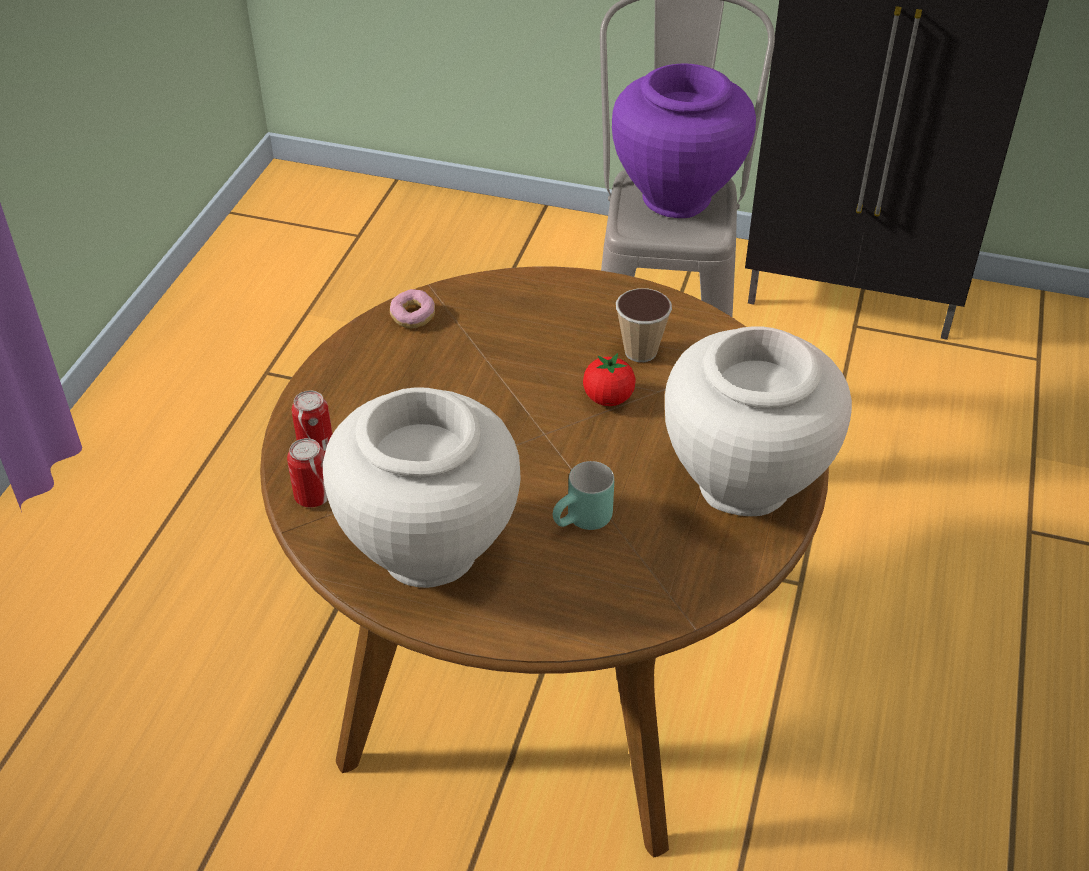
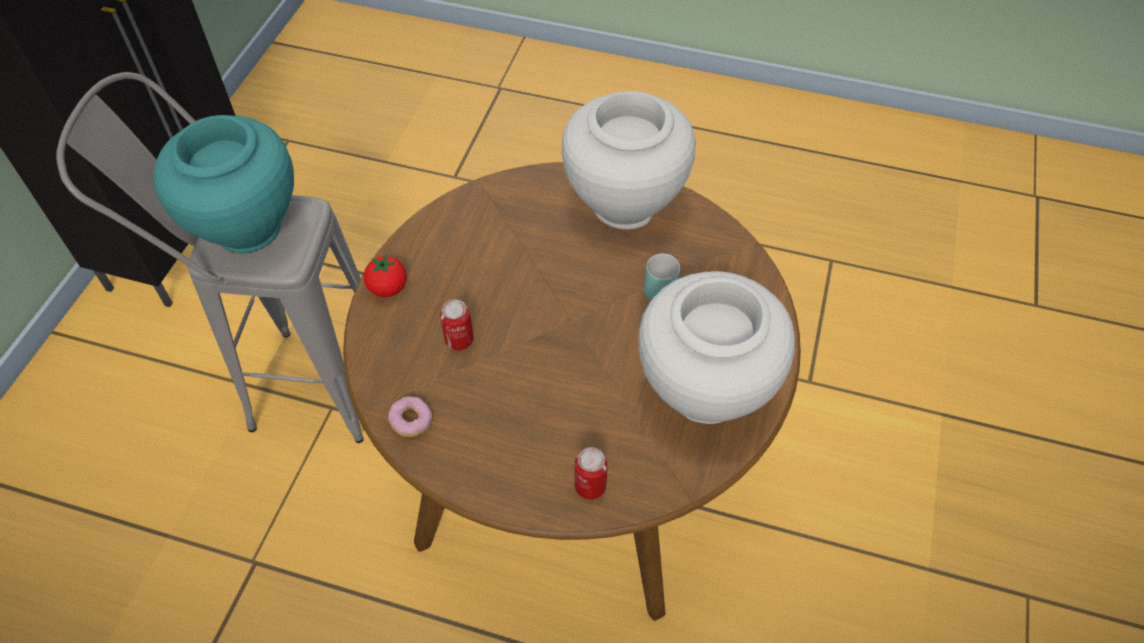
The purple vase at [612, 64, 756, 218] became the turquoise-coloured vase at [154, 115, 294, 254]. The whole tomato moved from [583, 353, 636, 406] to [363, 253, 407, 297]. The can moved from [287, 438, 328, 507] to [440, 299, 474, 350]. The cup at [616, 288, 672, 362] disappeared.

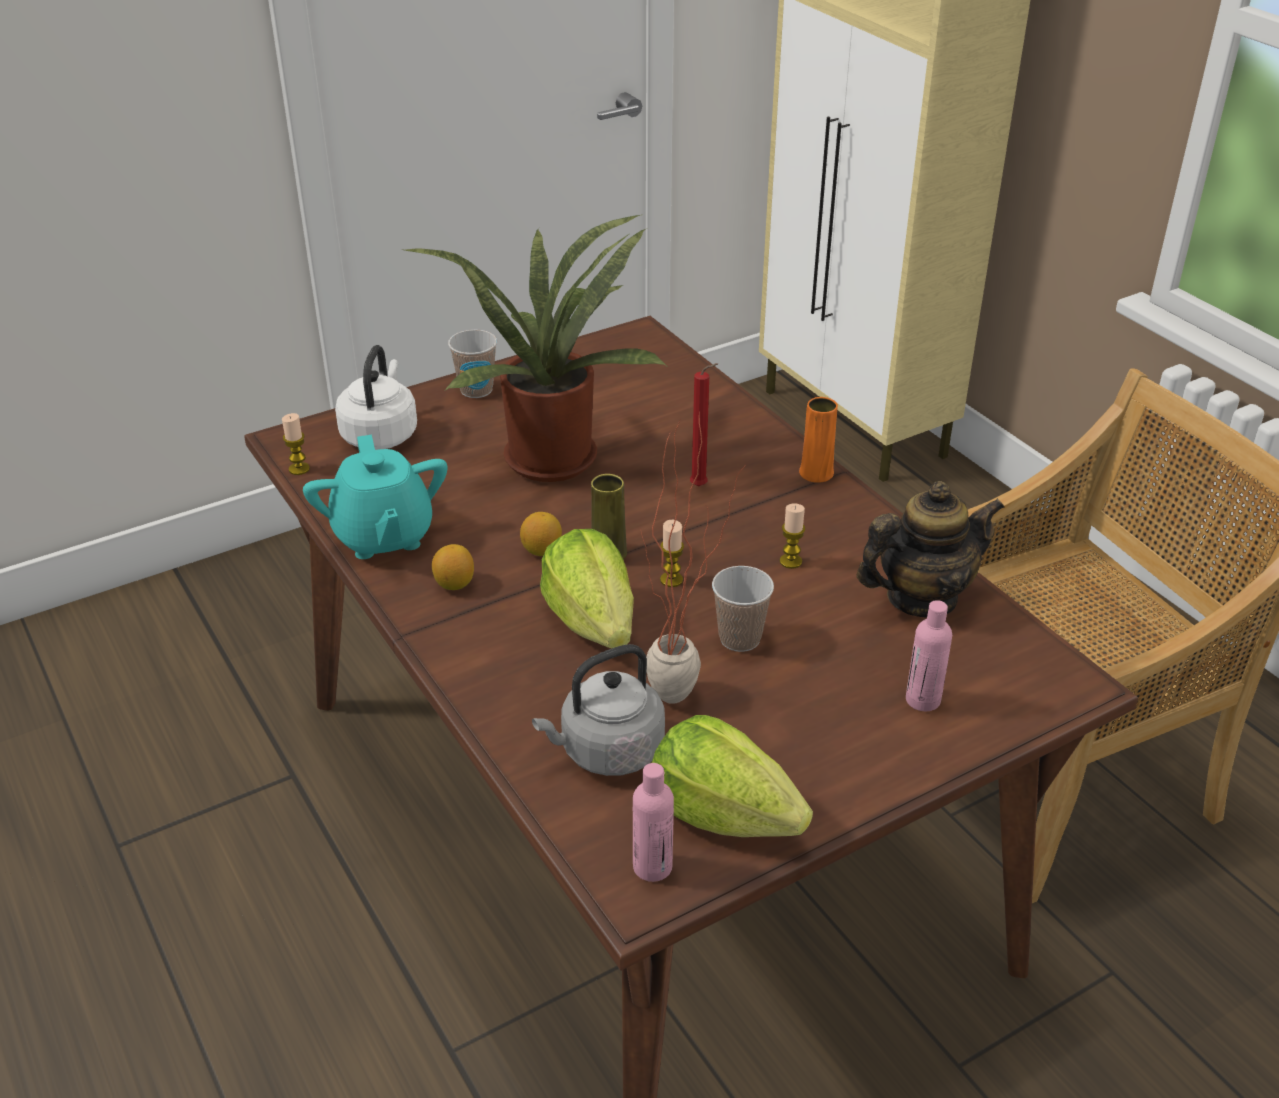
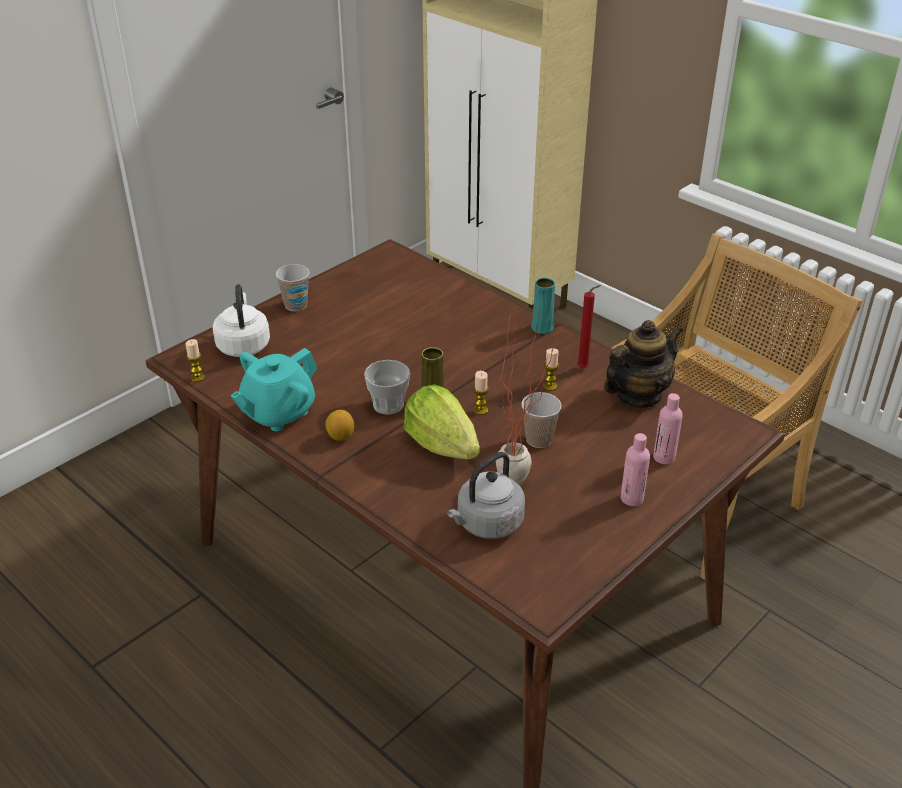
The turquoise-coloured teapot at [303, 435, 447, 559] turned 75 degrees clockwise. The lemon at [520, 512, 562, 556] was replaced by the cup at [364, 360, 410, 415]. The orange-coloured vase at [799, 397, 838, 483] became the turquoise-coloured vase at [531, 278, 555, 334]. The red-coloured wax light moved from [690, 363, 718, 487] to [577, 285, 601, 369]. The pink-coloured drink bottle moved from [633, 763, 674, 882] to [621, 433, 650, 506]. The plant in a pot at [402, 215, 669, 482] disappeared. The lettuce head at [652, 715, 813, 837] disappeared.

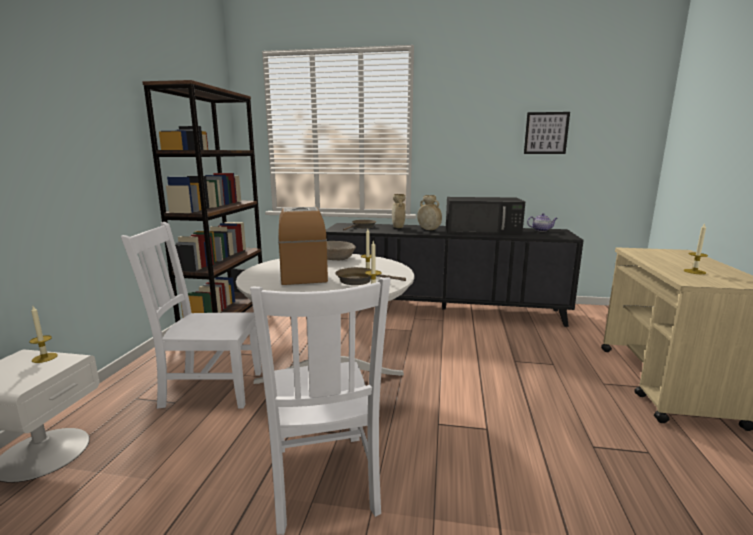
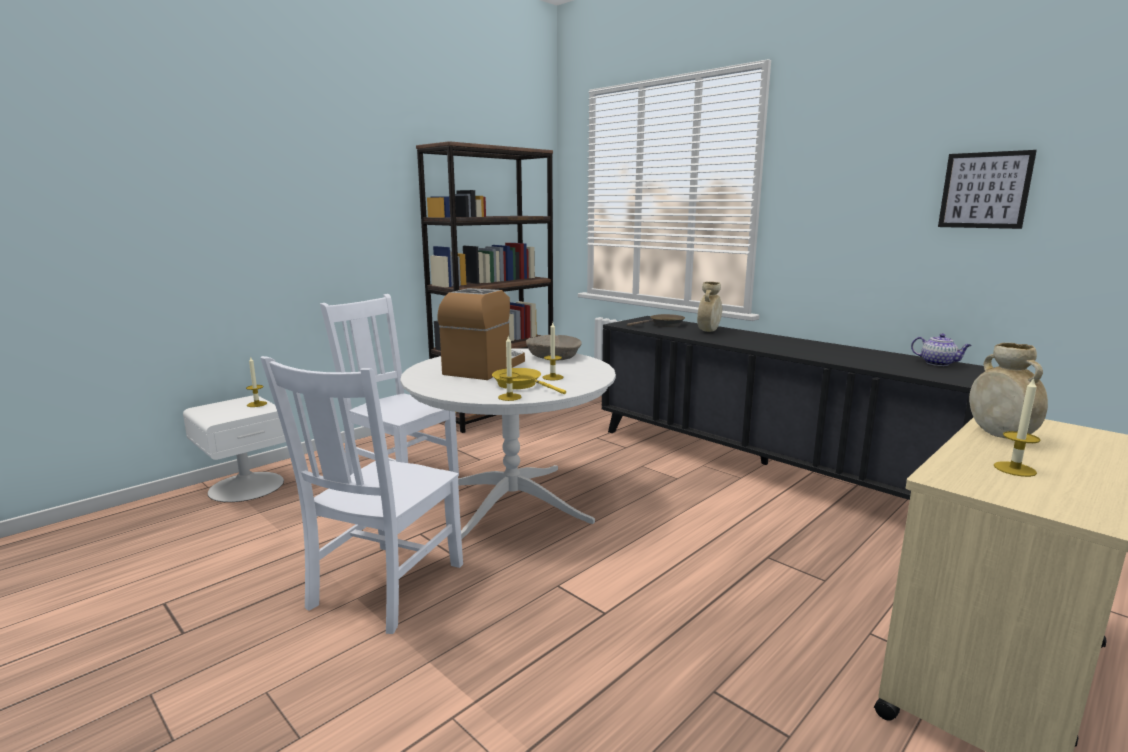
The brownish skillet at [335, 267, 406, 285] became the yellow-coloured skillet at [492, 368, 566, 394]. The beige vase moved from [417, 195, 442, 230] to [969, 343, 1048, 438]. The blackish microwave oven at [446, 197, 525, 236] disappeared.

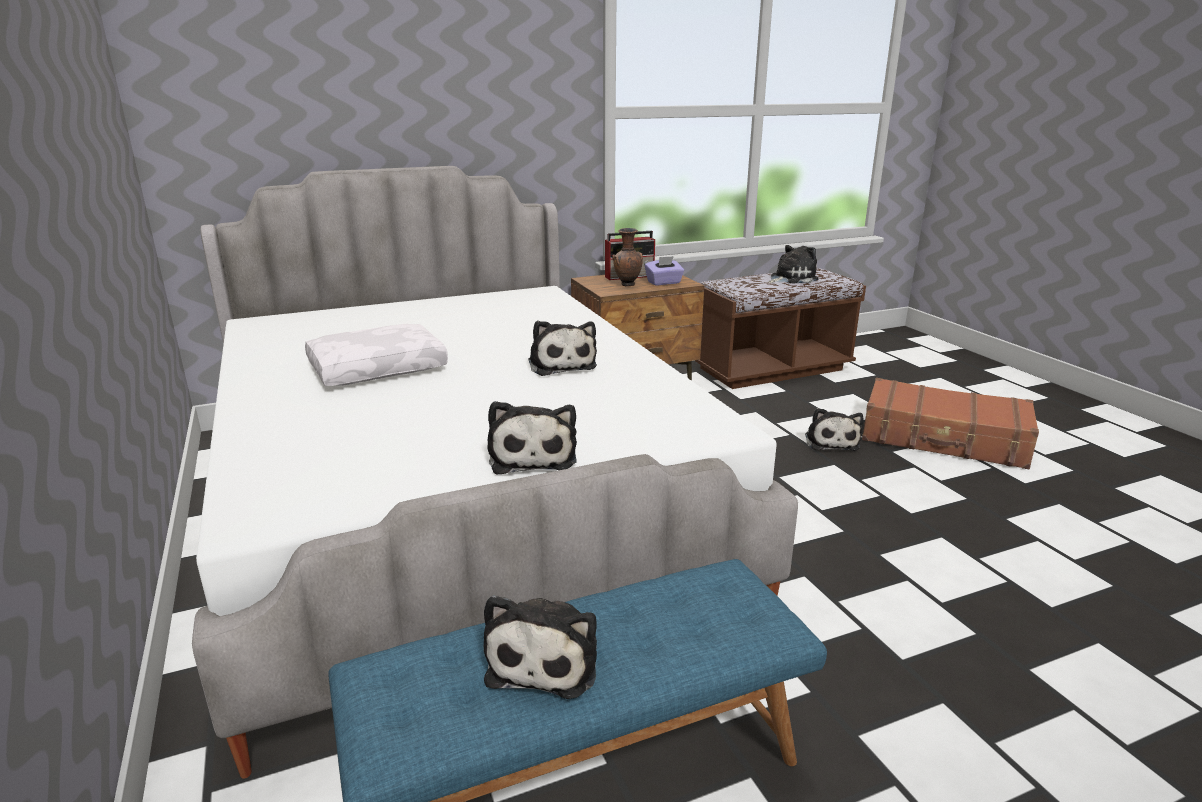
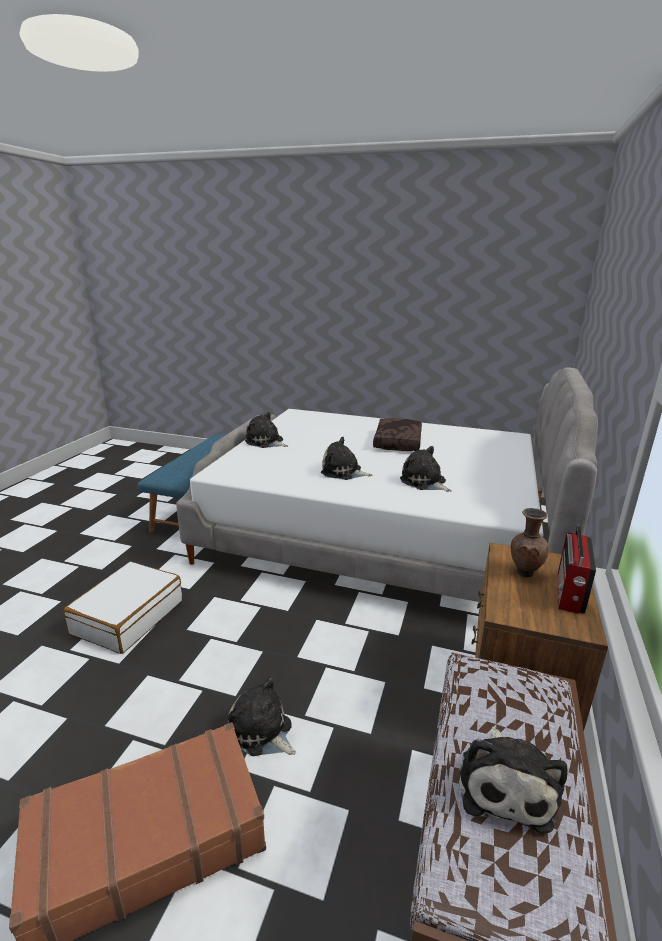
The white piece of luggage at [64, 561, 182, 654] appeared. The white pillow at [305, 324, 448, 386] became the brownish pillow at [373, 418, 422, 451]. The soft toy moved from [484, 595, 597, 699] to [400, 446, 452, 492]. The purple tissue box at [645, 256, 685, 285] disappeared.

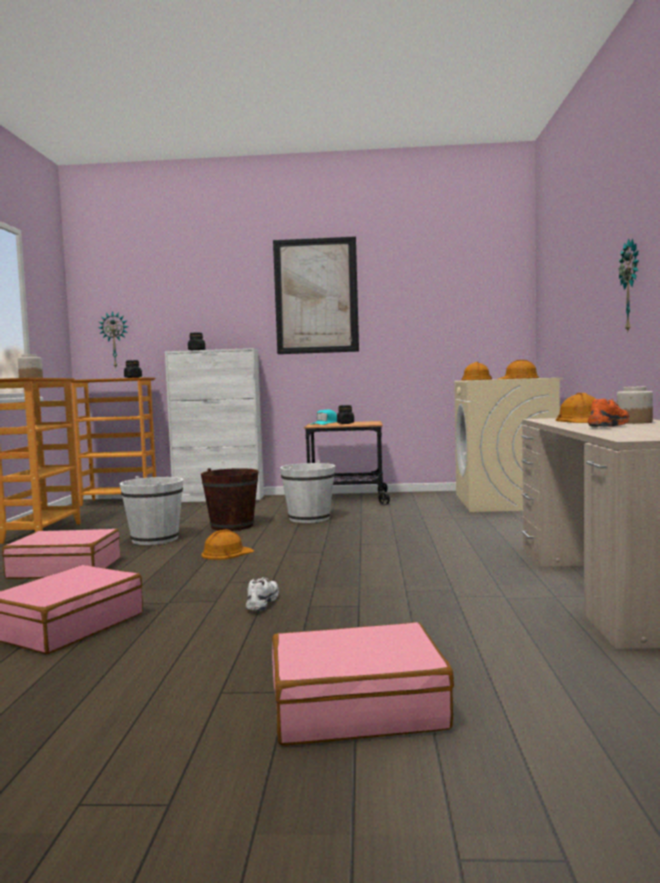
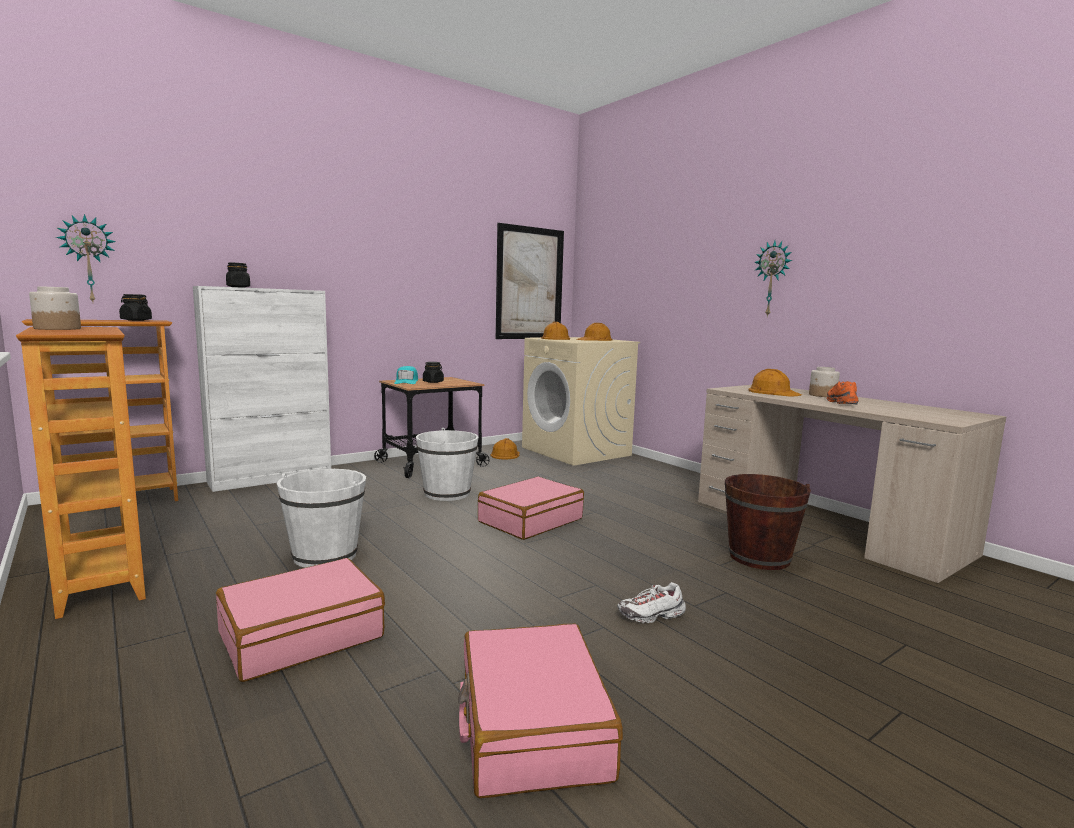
The pink-coloured piece of luggage moved from [272, 622, 454, 746] to [478, 477, 584, 540]. The orange-coloured safety helmet moved from [201, 530, 254, 560] to [490, 438, 520, 459]. The wall picture moved from [273, 236, 359, 354] to [496, 223, 564, 339]. The white low shoe at [246, 577, 279, 611] turned 75 degrees counterclockwise. The brownish pail moved from [201, 468, 259, 531] to [725, 474, 811, 570].

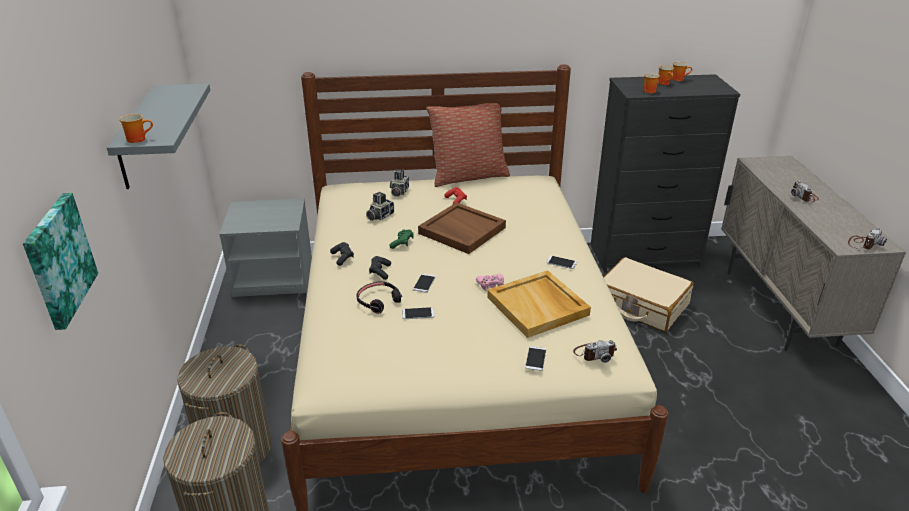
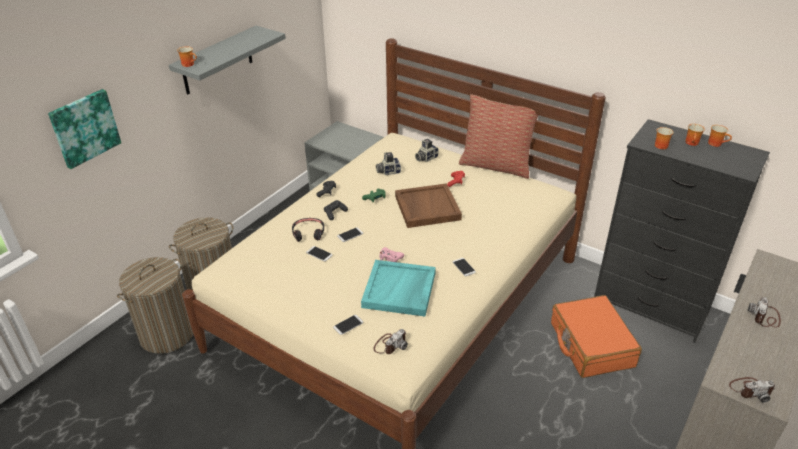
The beige carrying tray at [488, 270, 591, 338] became the turquoise-coloured carrying tray at [361, 260, 436, 317]. The photo camera at [573, 340, 617, 363] turned 75 degrees counterclockwise. The beige piece of luggage at [603, 257, 694, 332] became the orange-coloured piece of luggage at [551, 295, 642, 378].

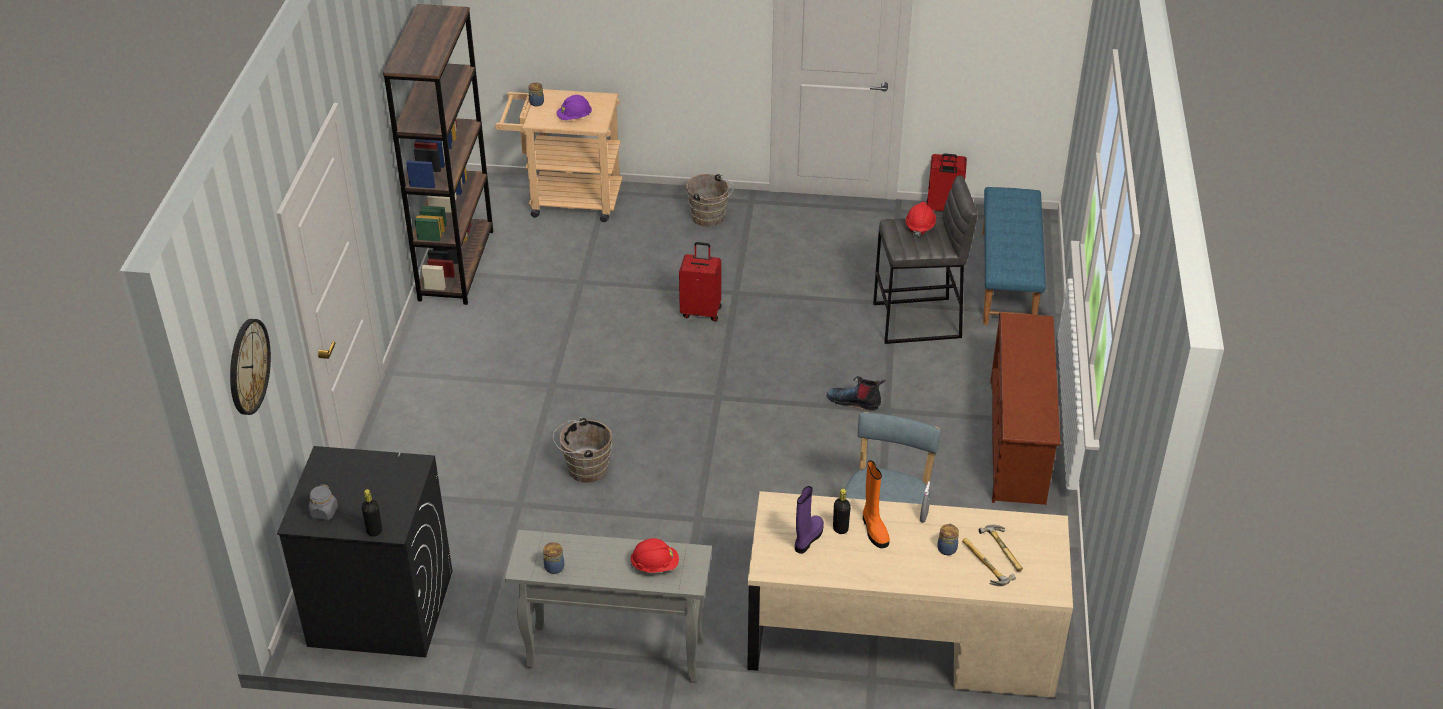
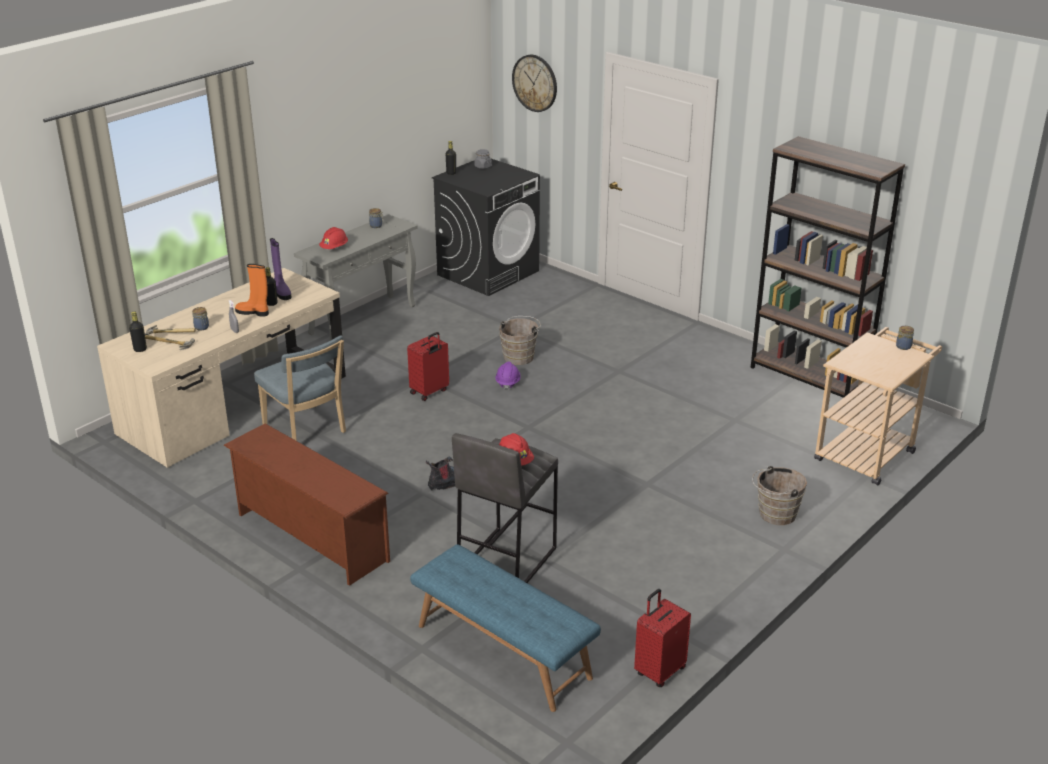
The blackish drink bottle at [129, 312, 147, 352] appeared. The red-coloured piece of luggage moved from [679, 242, 722, 322] to [407, 332, 449, 401]. The purple safety helmet moved from [557, 95, 592, 120] to [495, 361, 521, 391].

